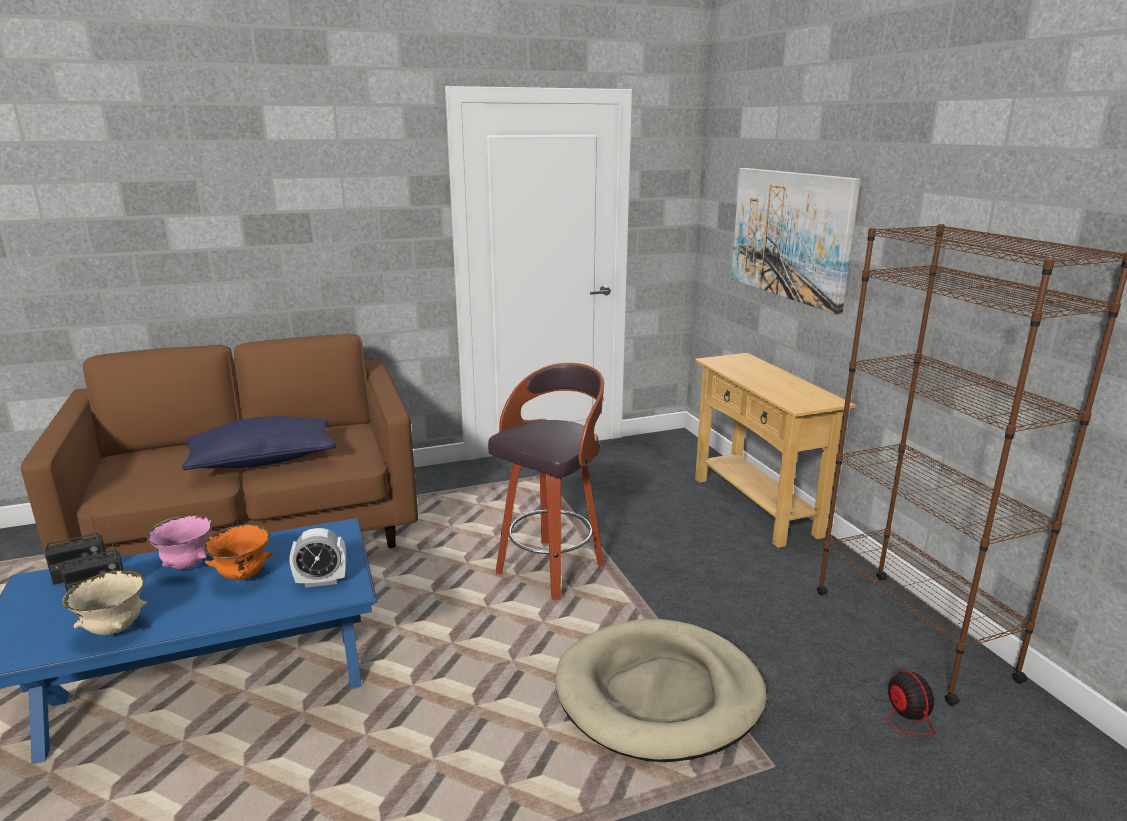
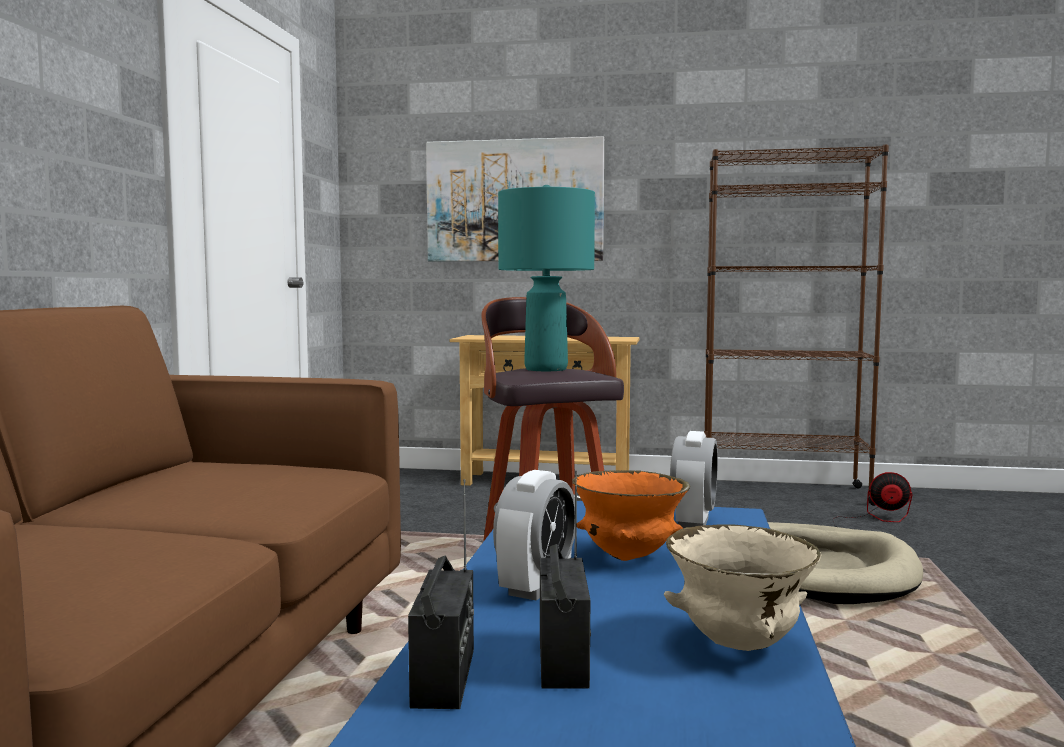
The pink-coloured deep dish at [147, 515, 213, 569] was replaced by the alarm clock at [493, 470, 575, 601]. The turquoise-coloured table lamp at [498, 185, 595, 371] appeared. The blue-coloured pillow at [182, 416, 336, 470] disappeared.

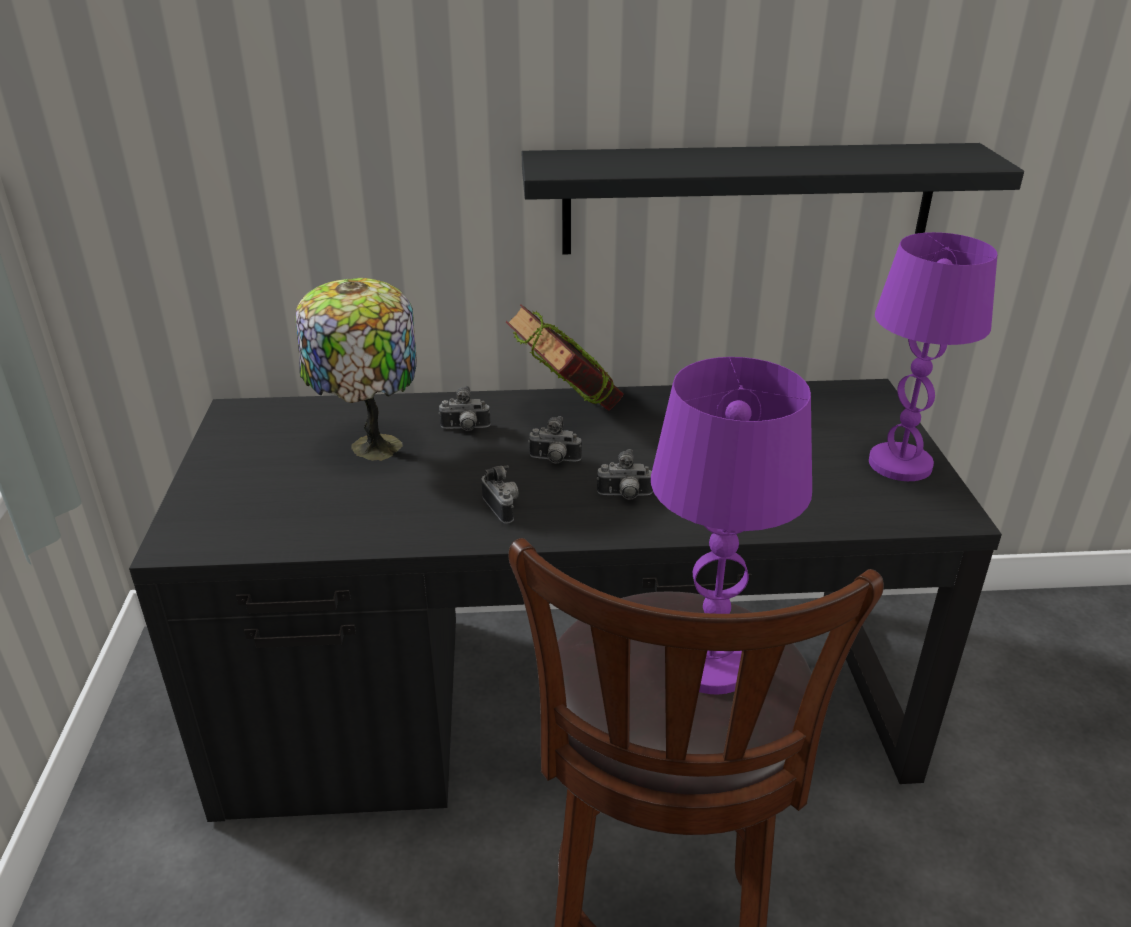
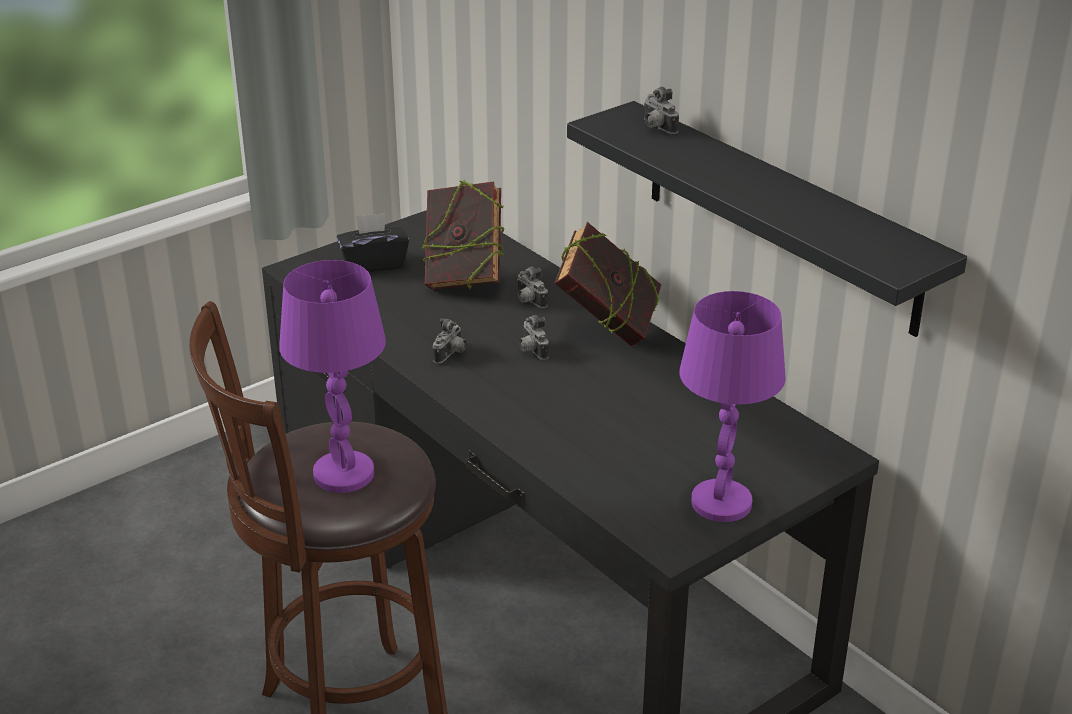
The blackish tissue box at [337, 213, 409, 272] appeared. The table lamp at [296, 278, 417, 461] was replaced by the book at [422, 180, 505, 290]. The photo camera moved from [597, 449, 653, 500] to [644, 87, 679, 134].

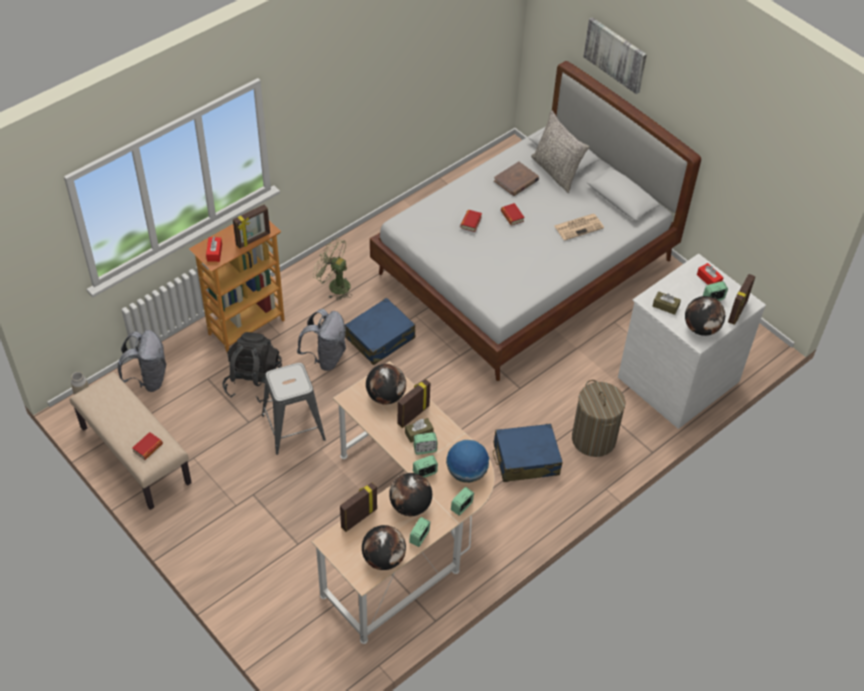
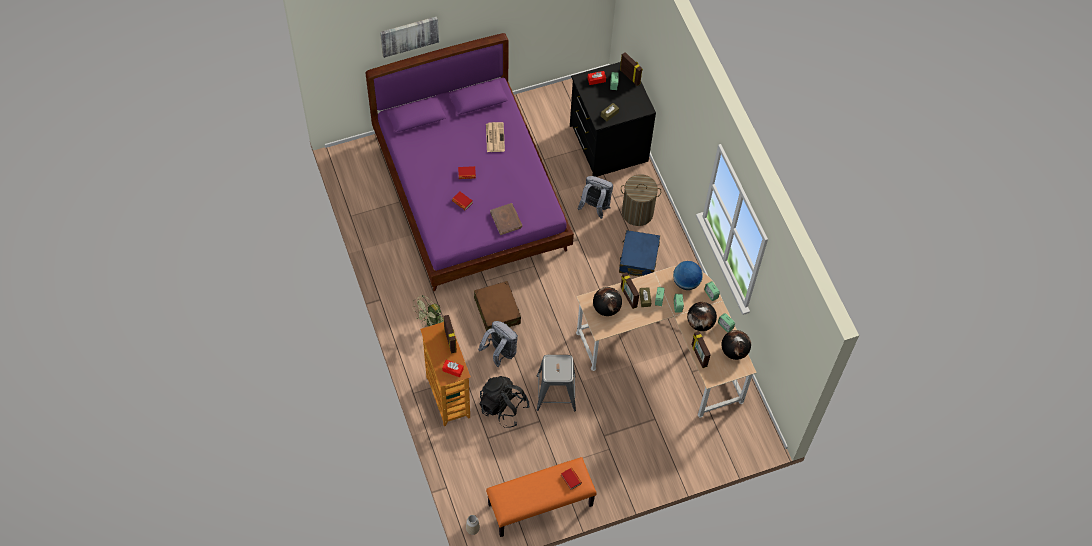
The white sleeping bed at [370, 61, 701, 381] became the purple sleeping bed at [365, 33, 574, 291]. The blue-coloured piece of luggage at [345, 298, 415, 365] became the brownish piece of luggage at [474, 281, 521, 331]. The beige indoor bench at [70, 372, 192, 510] became the orange-coloured indoor bench at [486, 457, 597, 537]. The brownish book moved from [494, 161, 539, 196] to [490, 203, 522, 235]. The white drawer chest at [618, 253, 766, 429] became the blackish drawer chest at [570, 62, 656, 177]. The greyish backpack moved from [118, 330, 166, 392] to [578, 176, 613, 219]. The greyish pillow at [531, 110, 589, 193] disappeared. The globe at [685, 296, 725, 336] disappeared.

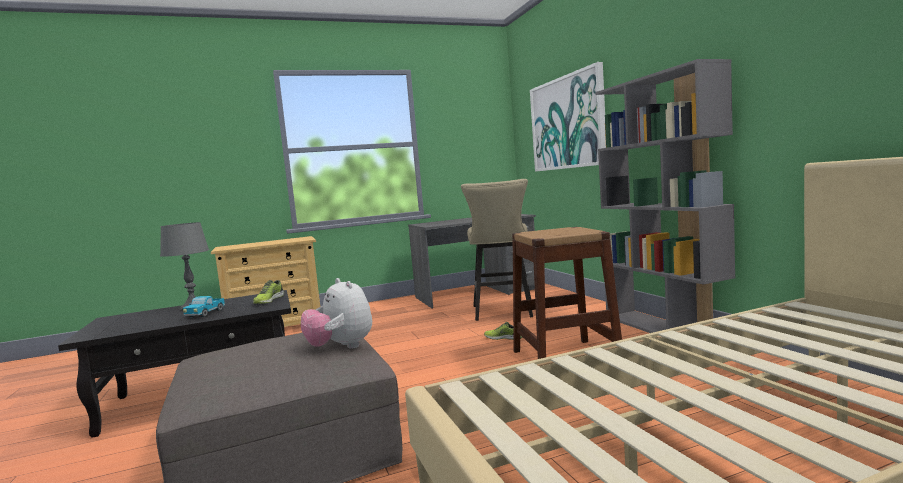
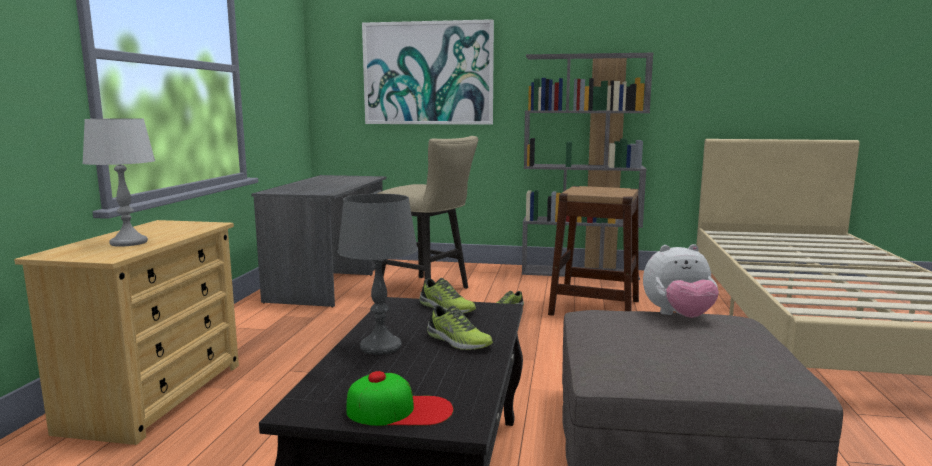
The greyish table lamp at [82, 118, 155, 247] appeared. The cap at [347, 371, 453, 426] appeared. The toy lorry at [183, 296, 225, 317] was replaced by the low shoe at [427, 305, 493, 350].

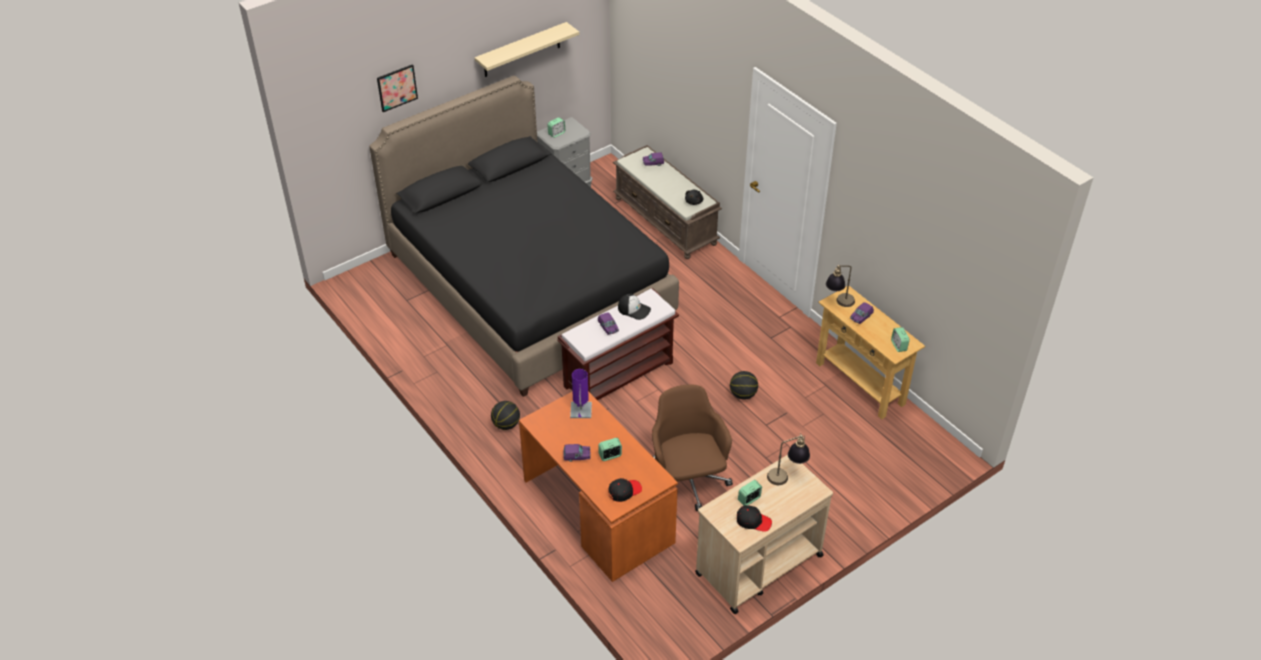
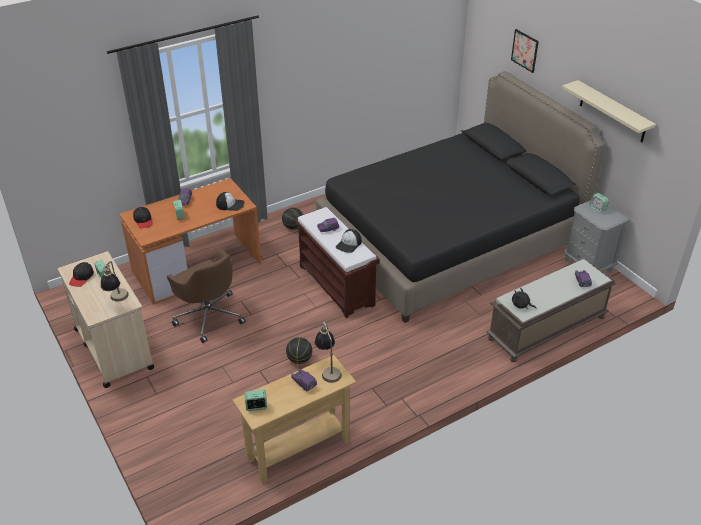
The brownish office chair at [652, 384, 733, 511] turned 60 degrees clockwise. The purple table lamp at [570, 369, 592, 418] was replaced by the cap at [216, 192, 245, 211].

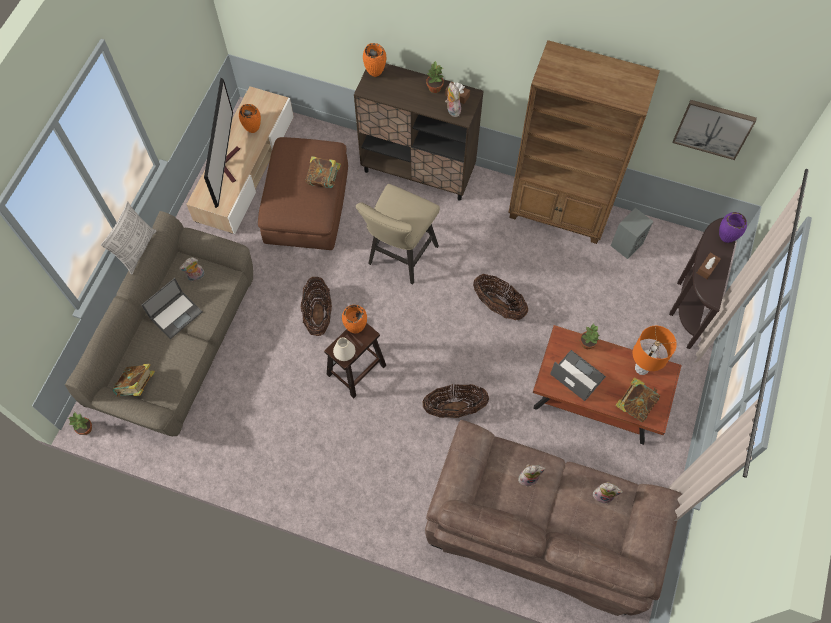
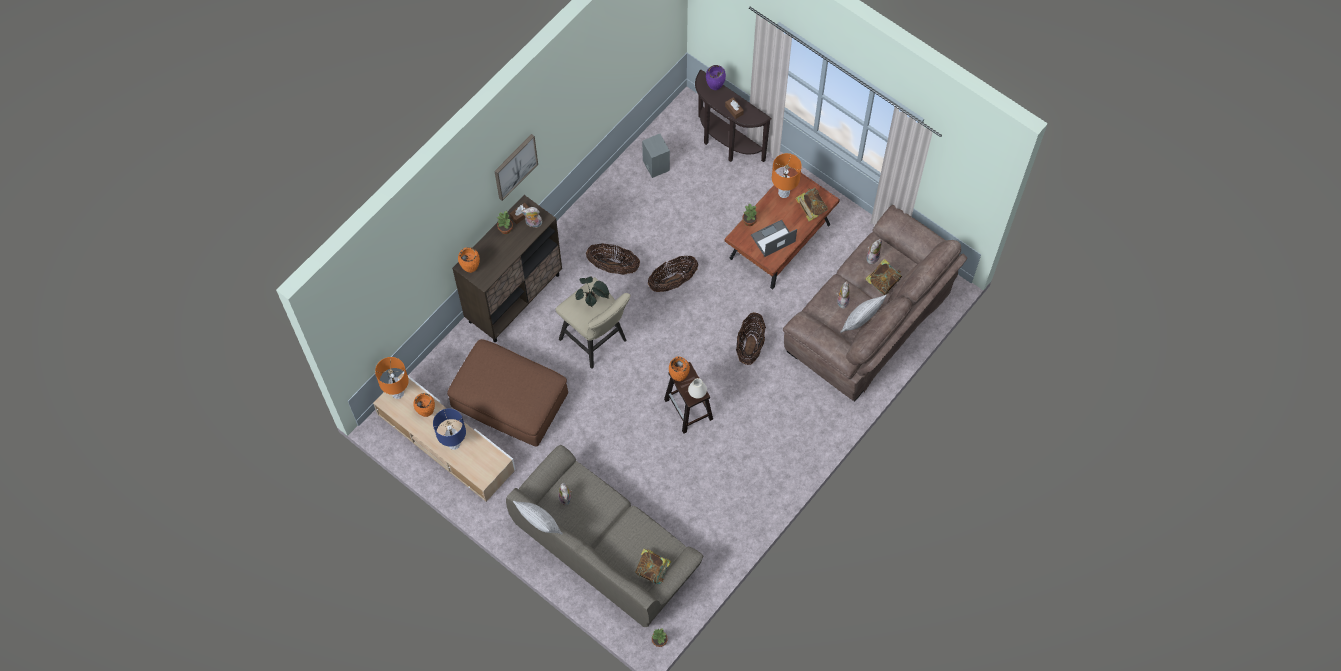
The orange-coloured table lamp at [375, 357, 409, 399] appeared. The television at [204, 77, 240, 208] was replaced by the blue-coloured table lamp at [433, 409, 466, 450]. The wall picture moved from [673, 100, 757, 160] to [494, 134, 538, 201]. The plant in a pot at [575, 277, 609, 307] appeared. The household basket moved from [301, 277, 332, 336] to [586, 243, 640, 275]. The pillow at [840, 295, 887, 333] appeared. The book moved from [306, 156, 341, 188] to [865, 259, 902, 295]. The laptop at [141, 278, 203, 339] disappeared. The brownish bookshelf at [508, 40, 660, 244] disappeared.

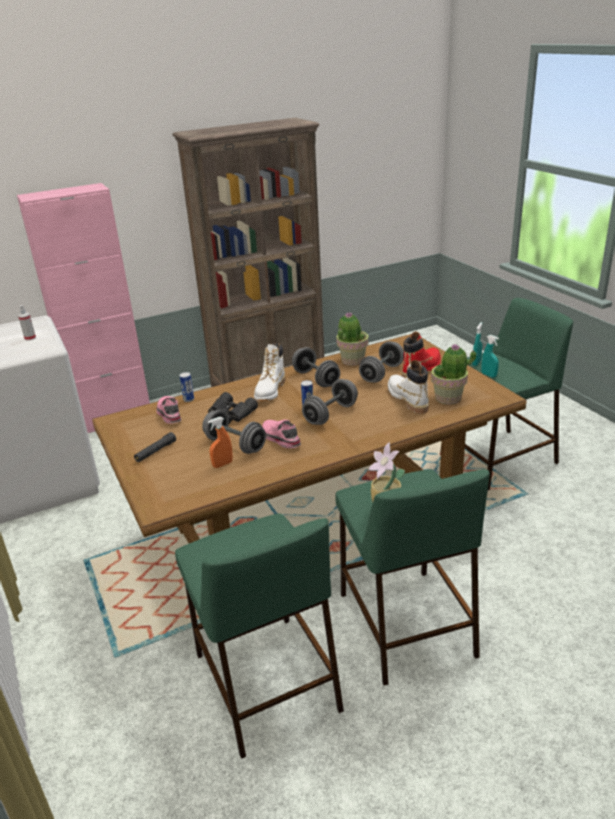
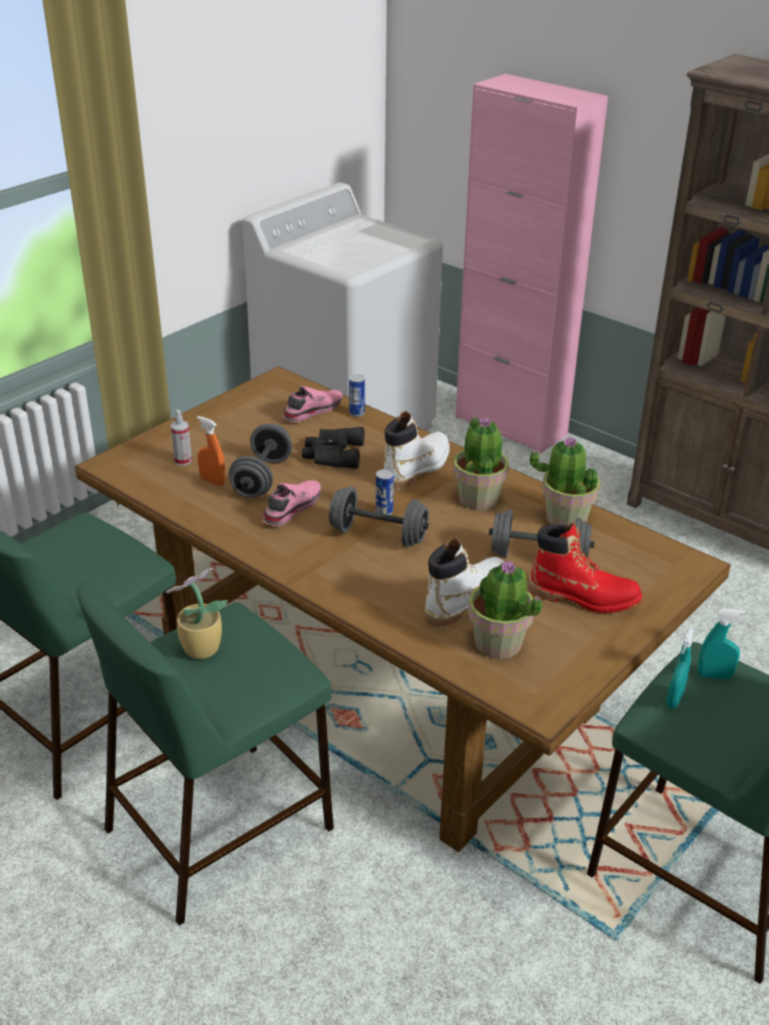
The sprayer moved from [18, 305, 36, 341] to [170, 410, 192, 466]. The white boot at [254, 343, 285, 401] turned 135 degrees clockwise. The greyish hand weight at [292, 347, 340, 387] was replaced by the plant in a pot at [453, 416, 509, 510]. The blackish flashlight at [134, 432, 176, 462] disappeared.

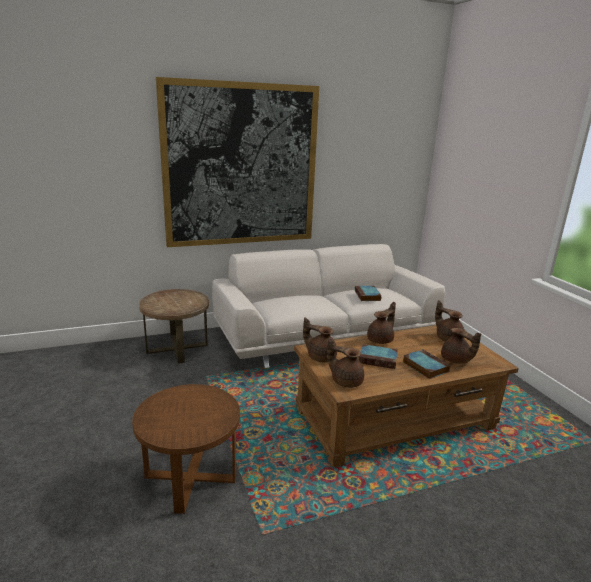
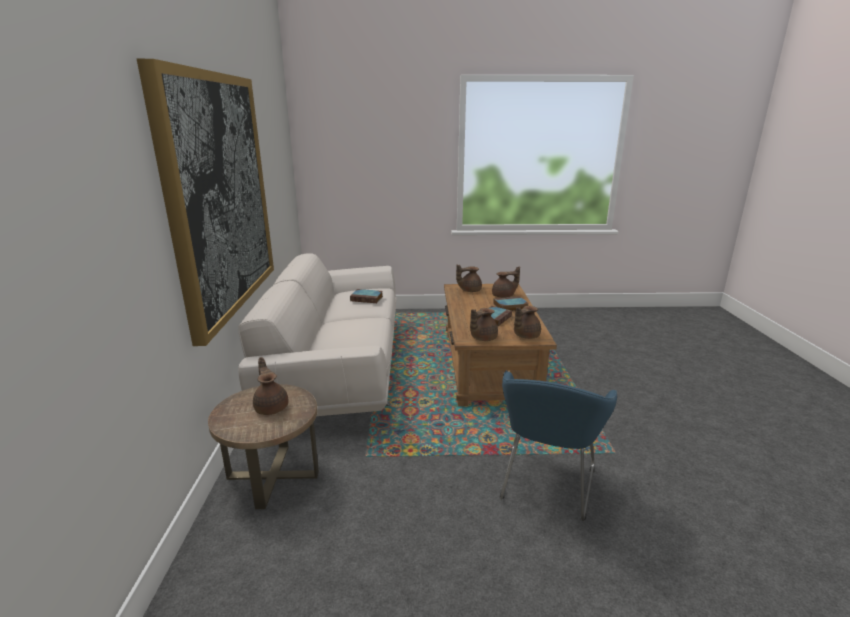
The brownish teapot moved from [367, 302, 396, 344] to [253, 357, 289, 415]. The brownish accent table at [132, 384, 240, 514] was replaced by the blue-coloured easy chair at [500, 371, 617, 521].

